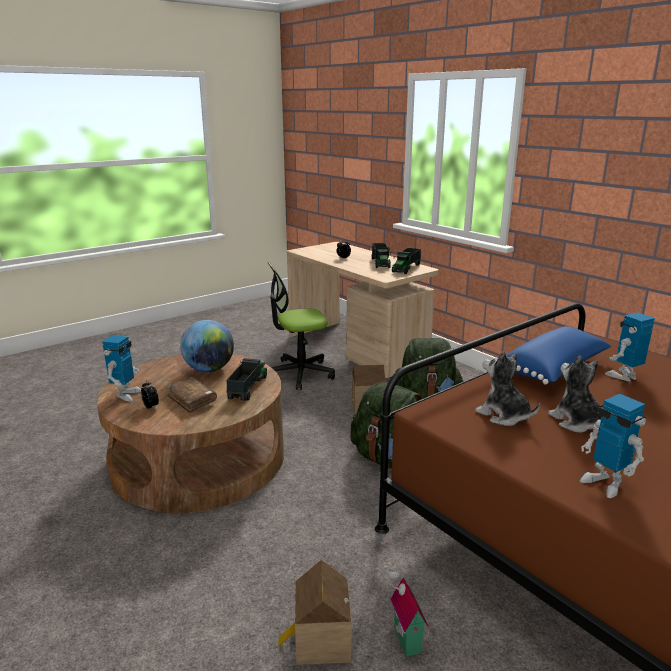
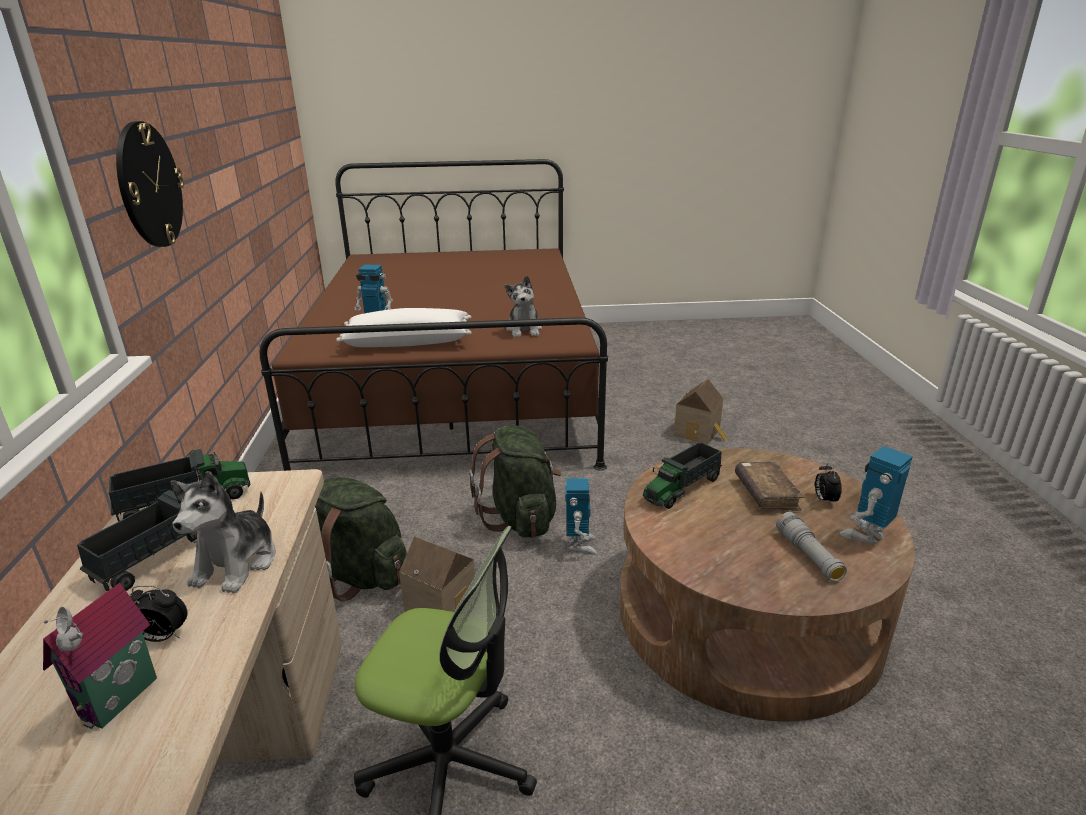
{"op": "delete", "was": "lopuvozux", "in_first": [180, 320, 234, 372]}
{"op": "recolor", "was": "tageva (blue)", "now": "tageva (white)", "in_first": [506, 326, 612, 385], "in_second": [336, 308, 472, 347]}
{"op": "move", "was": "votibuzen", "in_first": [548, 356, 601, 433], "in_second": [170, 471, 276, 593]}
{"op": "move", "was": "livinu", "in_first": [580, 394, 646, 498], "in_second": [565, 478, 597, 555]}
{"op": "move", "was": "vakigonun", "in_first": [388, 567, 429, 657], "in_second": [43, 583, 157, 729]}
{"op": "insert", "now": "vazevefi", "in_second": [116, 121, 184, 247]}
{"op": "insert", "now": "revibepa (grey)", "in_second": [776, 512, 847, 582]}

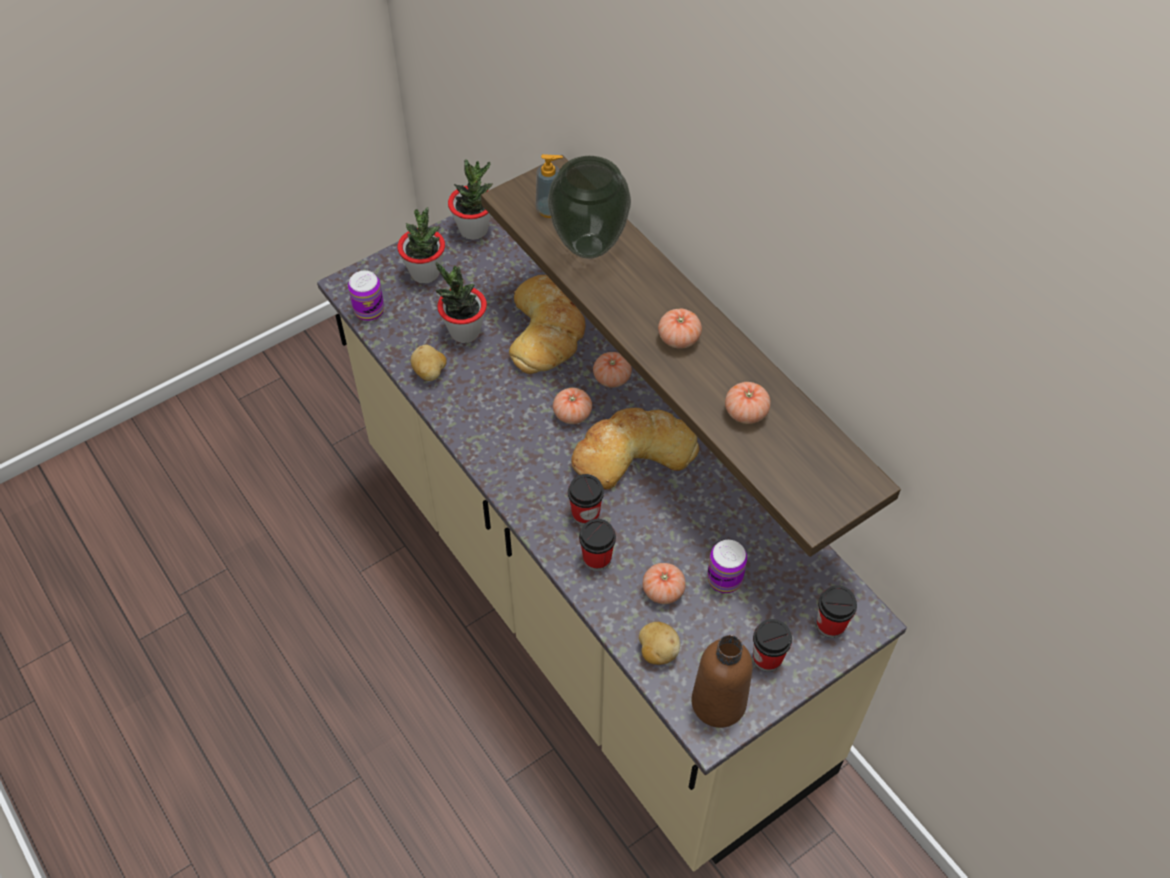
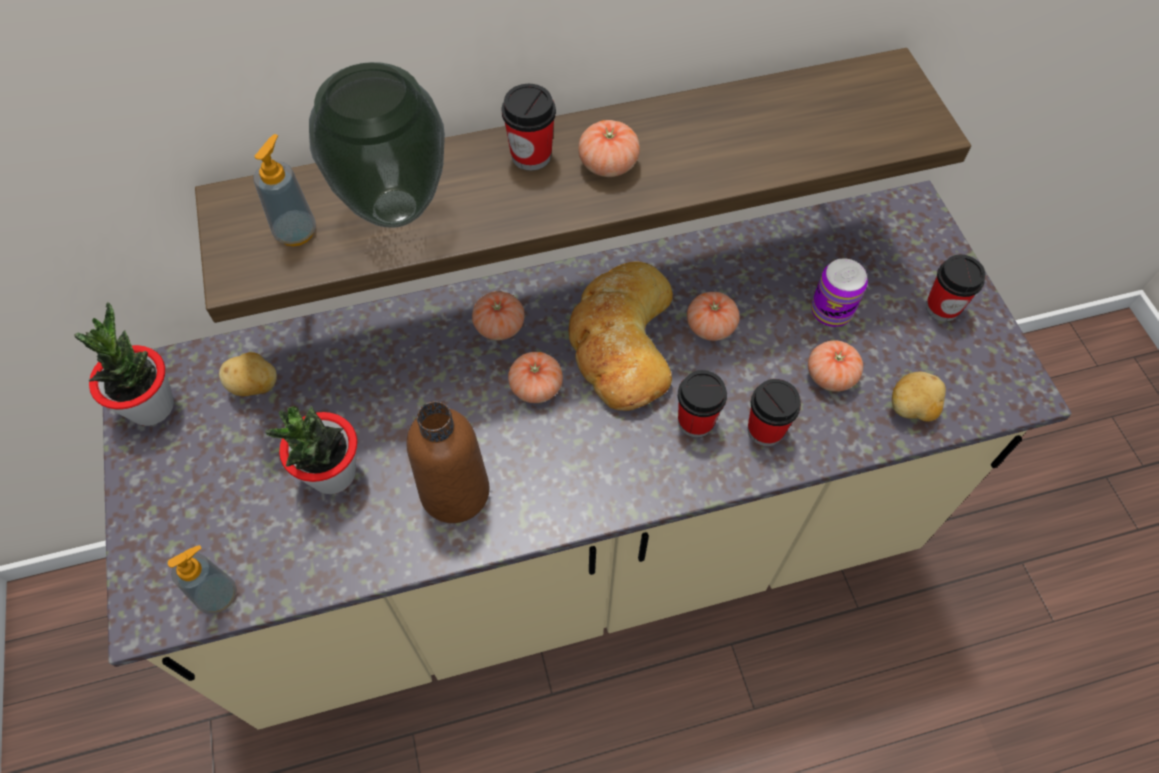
{"op": "delete", "was": "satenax", "in_first": [397, 207, 445, 284]}
{"op": "replace", "was": "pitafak", "now": "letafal", "in_first": [348, 271, 384, 321], "in_second": [168, 545, 237, 614]}
{"op": "delete", "was": "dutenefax", "in_first": [509, 275, 585, 374]}
{"op": "move", "was": "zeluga", "in_first": [411, 344, 447, 381], "in_second": [219, 352, 277, 396]}
{"op": "move", "was": "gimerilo", "in_first": [725, 382, 771, 424], "in_second": [687, 292, 740, 341]}
{"op": "move", "was": "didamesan", "in_first": [816, 585, 857, 638], "in_second": [501, 84, 556, 171]}
{"op": "move", "was": "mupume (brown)", "in_first": [692, 635, 753, 728], "in_second": [406, 401, 490, 523]}

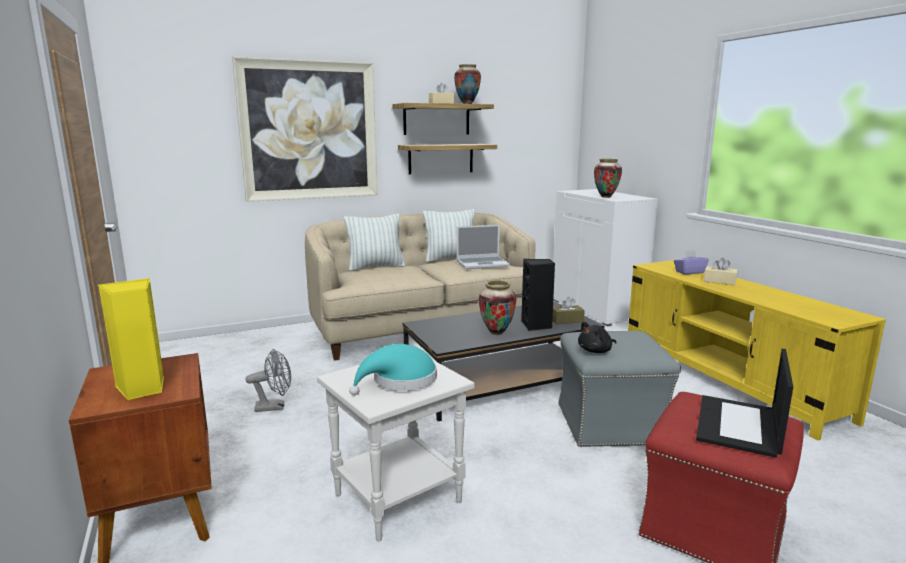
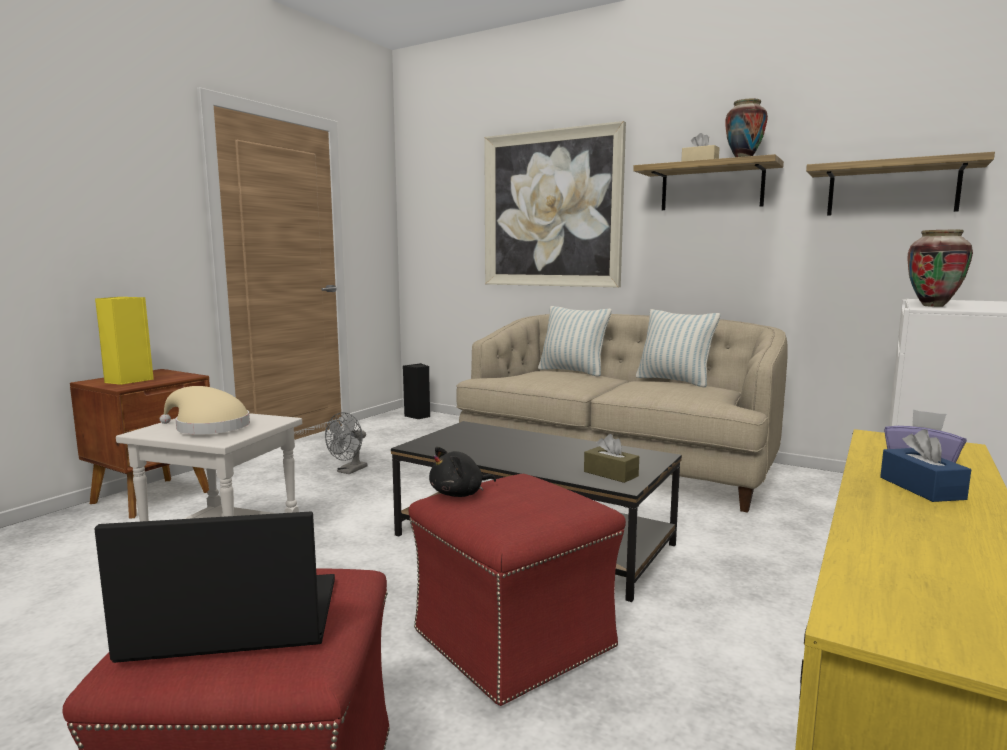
{"op": "move", "was": "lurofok", "in_first": [398, 144, 497, 174], "in_second": [806, 152, 995, 216]}
{"op": "delete", "was": "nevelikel", "in_first": [457, 225, 510, 269]}
{"op": "recolor", "was": "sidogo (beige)", "now": "sidogo (blue)", "in_first": [704, 258, 738, 285], "in_second": [880, 429, 971, 502]}
{"op": "move", "was": "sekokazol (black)", "in_first": [521, 259, 555, 331], "in_second": [403, 363, 430, 419]}
{"op": "delete", "was": "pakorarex", "in_first": [479, 280, 516, 335]}
{"op": "rotate", "was": "votibuzen (black)", "in_first": [578, 322, 616, 353], "in_second": [429, 447, 496, 497], "clockwise": -60}
{"op": "recolor", "was": "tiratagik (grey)", "now": "tiratagik (red)", "in_first": [558, 331, 681, 447], "in_second": [409, 474, 626, 706]}
{"op": "recolor", "was": "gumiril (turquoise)", "now": "gumiril (beige)", "in_first": [349, 344, 437, 395], "in_second": [160, 386, 250, 434]}
{"op": "rotate", "was": "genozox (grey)", "in_first": [245, 349, 291, 412], "in_second": [325, 412, 367, 474], "clockwise": 75}

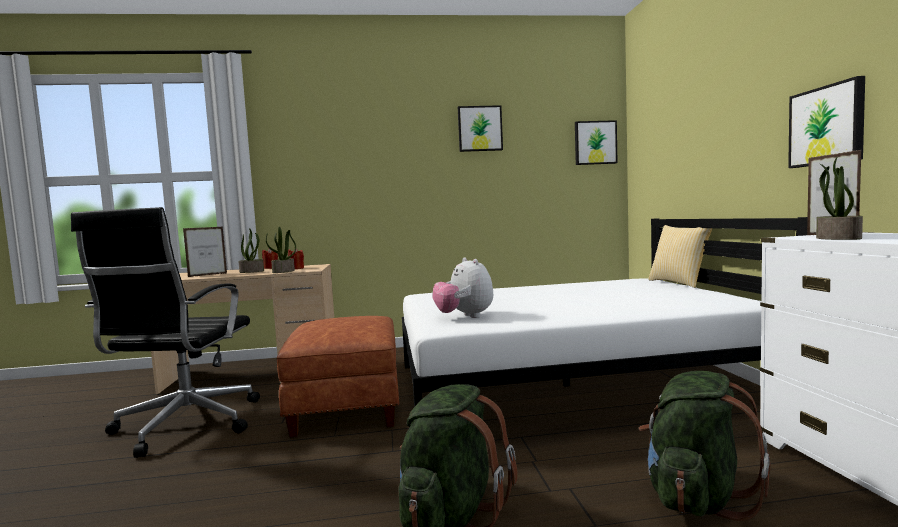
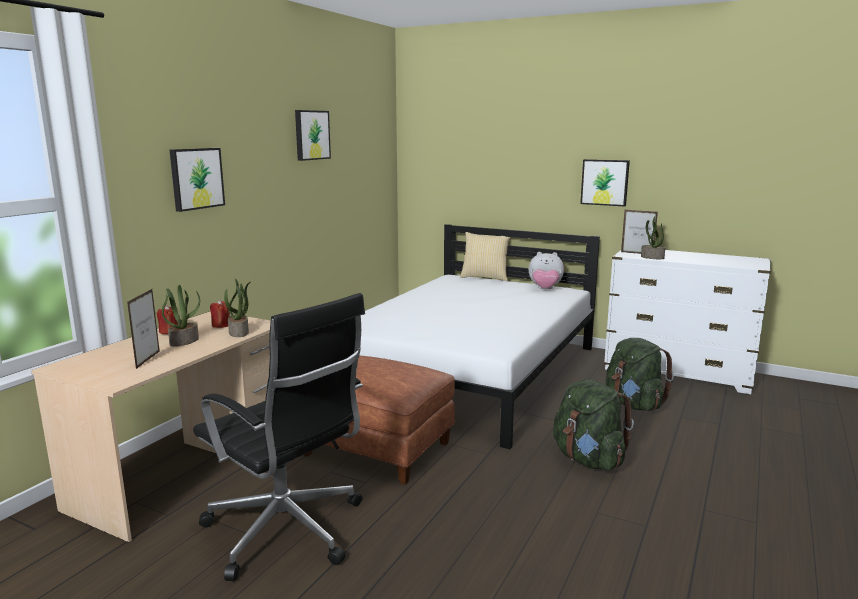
{"op": "move", "was": "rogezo", "in_first": [575, 120, 618, 165], "in_second": [170, 148, 225, 212]}
{"op": "move", "was": "votibuzen", "in_first": [433, 258, 493, 318], "in_second": [529, 252, 564, 289]}

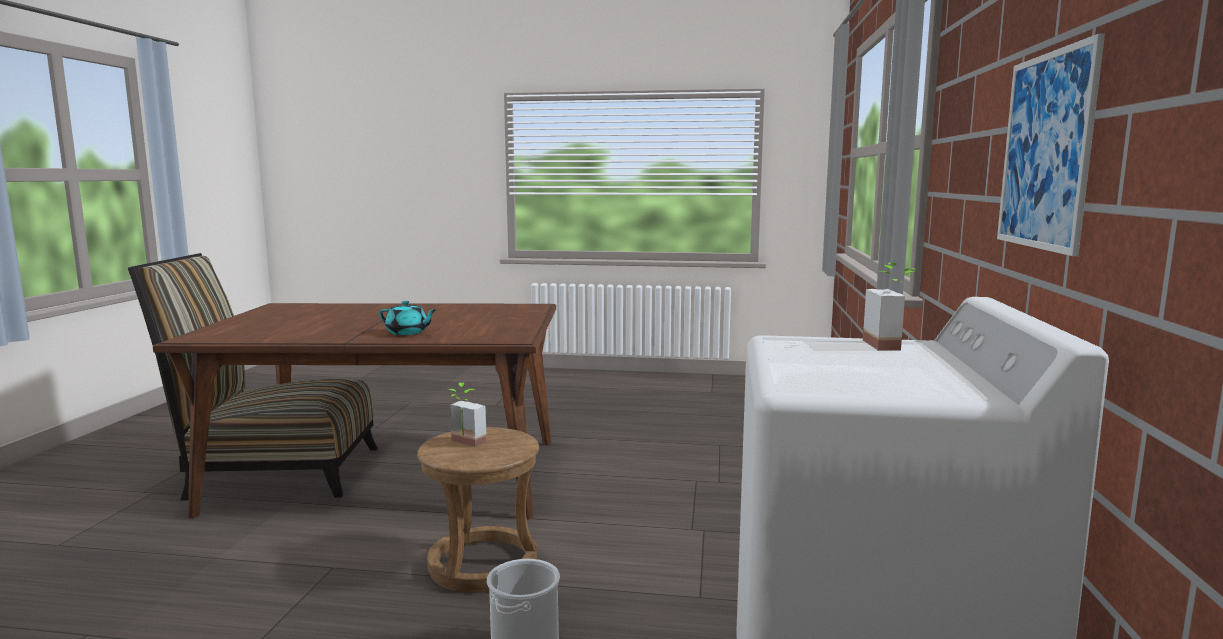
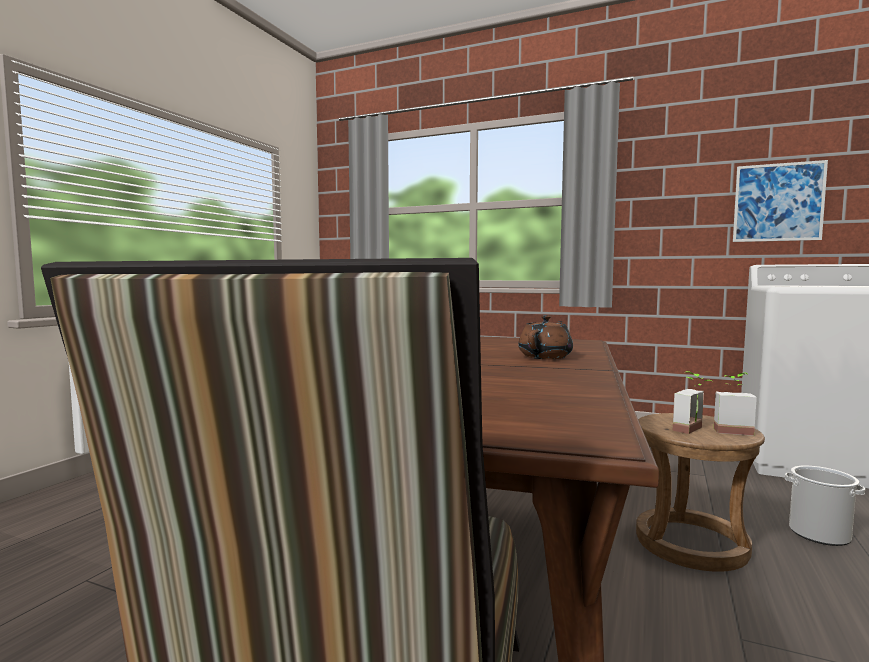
{"op": "move", "was": "satenax", "in_first": [863, 263, 915, 350], "in_second": [714, 372, 757, 436]}
{"op": "recolor", "was": "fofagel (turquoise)", "now": "fofagel (brown)", "in_first": [379, 301, 437, 335], "in_second": [518, 315, 573, 359]}

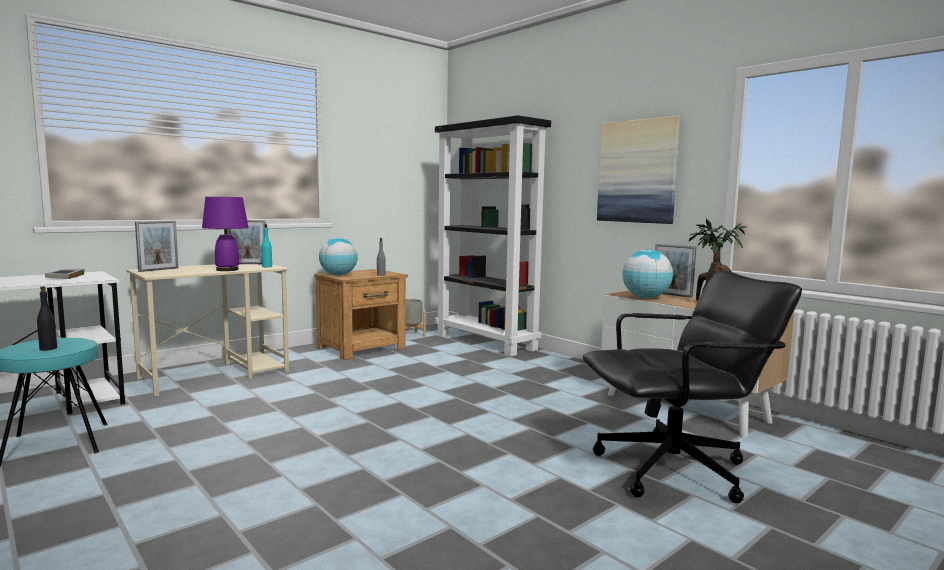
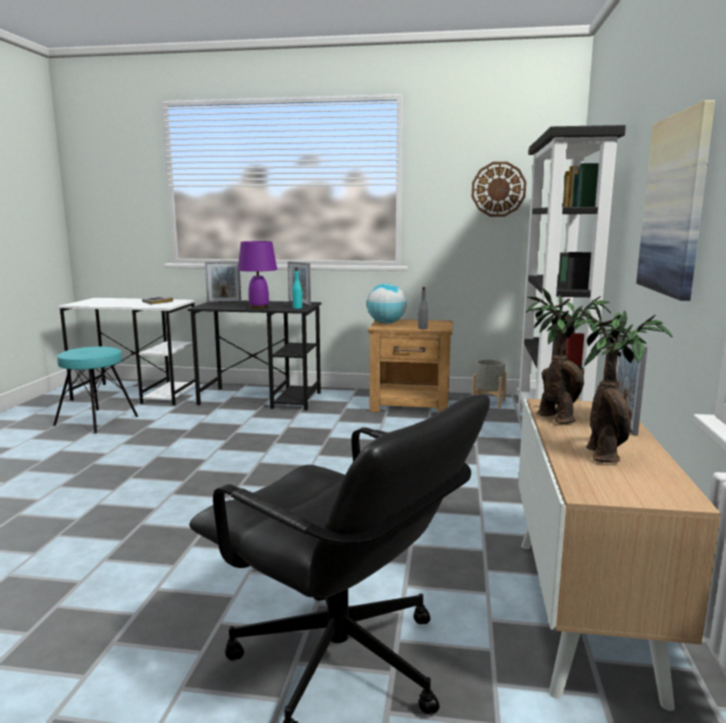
{"op": "replace", "was": "lopuvozux", "now": "satenax", "in_first": [622, 249, 673, 298], "in_second": [526, 288, 611, 424]}
{"op": "recolor", "was": "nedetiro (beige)", "now": "nedetiro (black)", "in_first": [127, 264, 289, 397], "in_second": [188, 301, 322, 410]}
{"op": "delete", "was": "mupume (black)", "in_first": [37, 286, 57, 351]}
{"op": "insert", "now": "vazevefi", "in_second": [472, 162, 526, 217]}

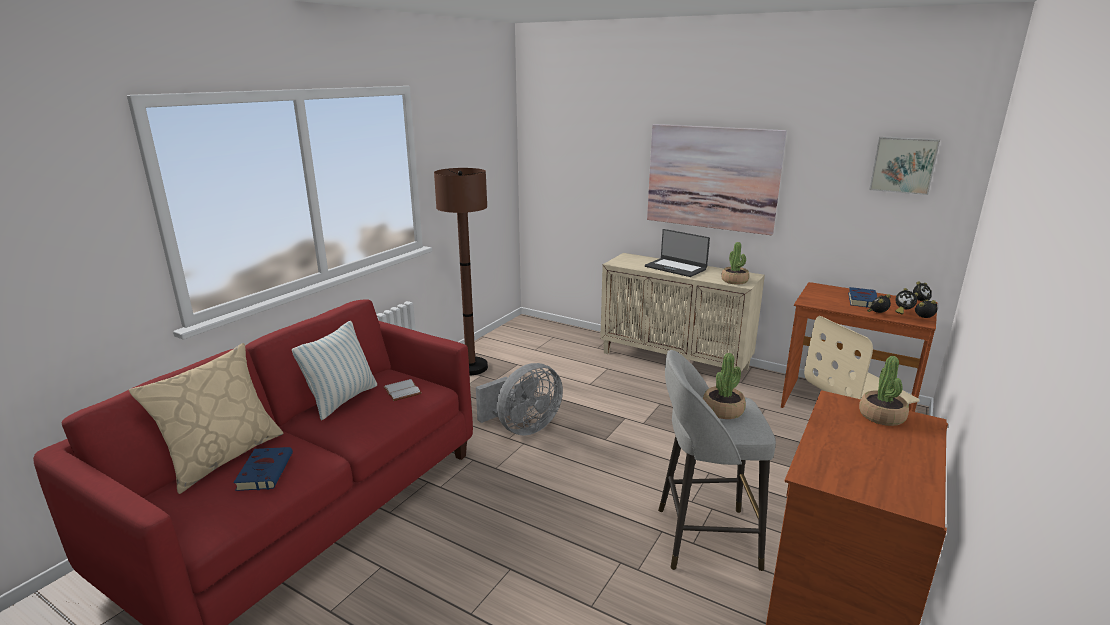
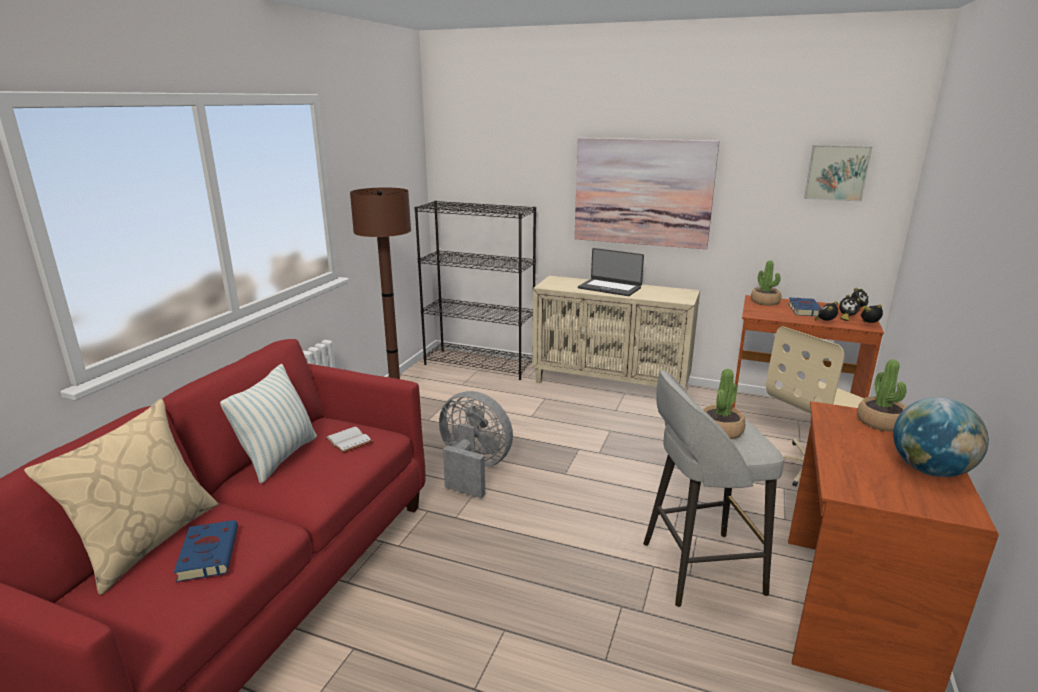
{"op": "move", "was": "satenax", "in_first": [721, 242, 749, 285], "in_second": [751, 260, 781, 306]}
{"op": "rotate", "was": "genozox (grey)", "in_first": [476, 363, 563, 436], "in_second": [439, 391, 513, 498], "clockwise": -105}
{"op": "insert", "now": "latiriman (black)", "in_second": [414, 201, 536, 380]}
{"op": "insert", "now": "lopuvozux", "in_second": [893, 397, 989, 477]}

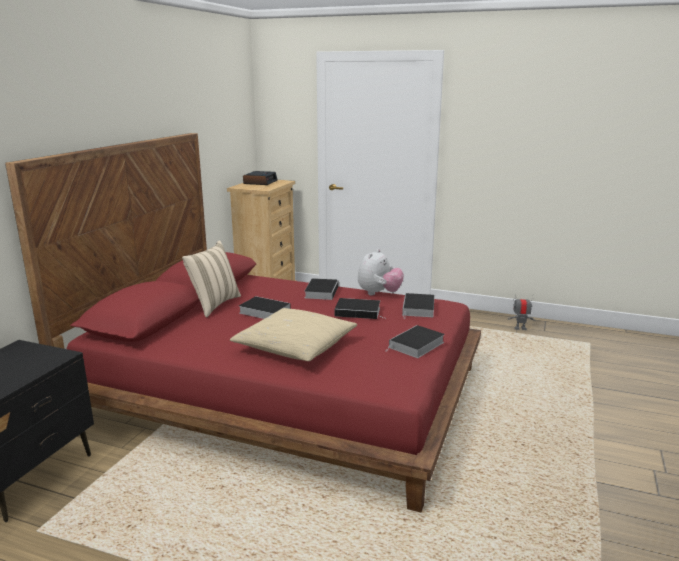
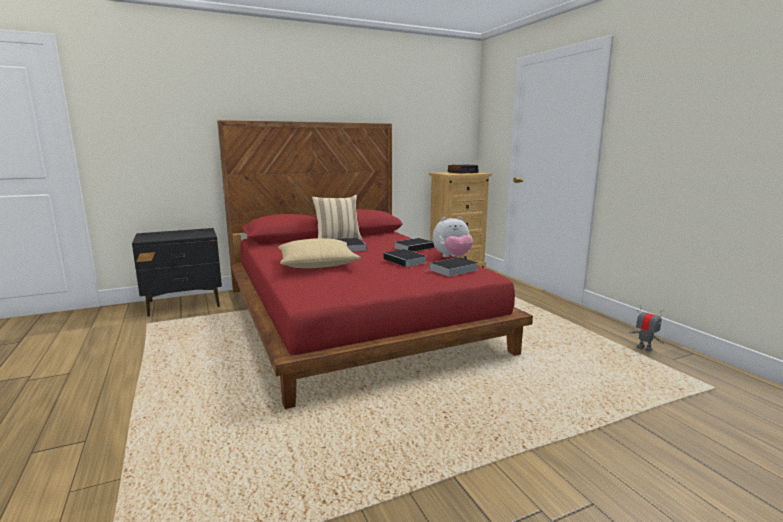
{"op": "delete", "was": "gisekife", "in_first": [386, 325, 445, 358]}

